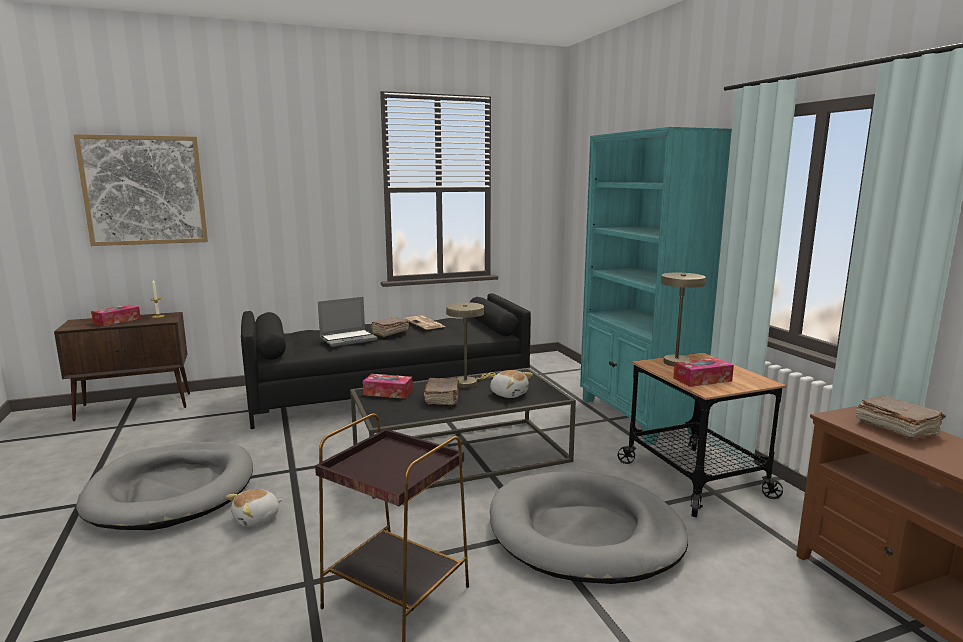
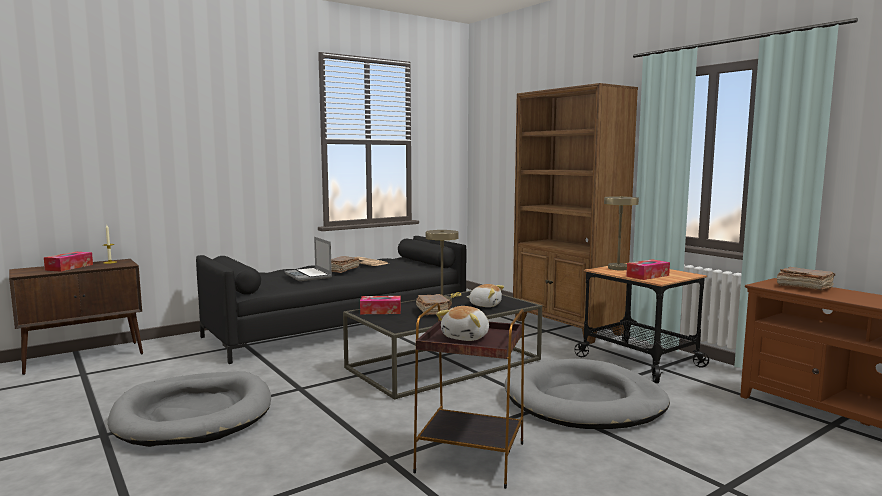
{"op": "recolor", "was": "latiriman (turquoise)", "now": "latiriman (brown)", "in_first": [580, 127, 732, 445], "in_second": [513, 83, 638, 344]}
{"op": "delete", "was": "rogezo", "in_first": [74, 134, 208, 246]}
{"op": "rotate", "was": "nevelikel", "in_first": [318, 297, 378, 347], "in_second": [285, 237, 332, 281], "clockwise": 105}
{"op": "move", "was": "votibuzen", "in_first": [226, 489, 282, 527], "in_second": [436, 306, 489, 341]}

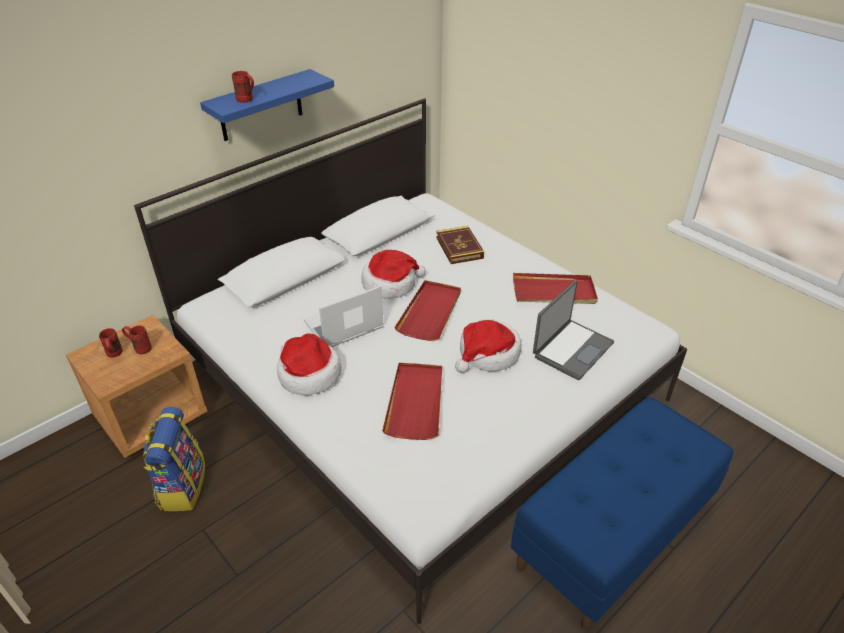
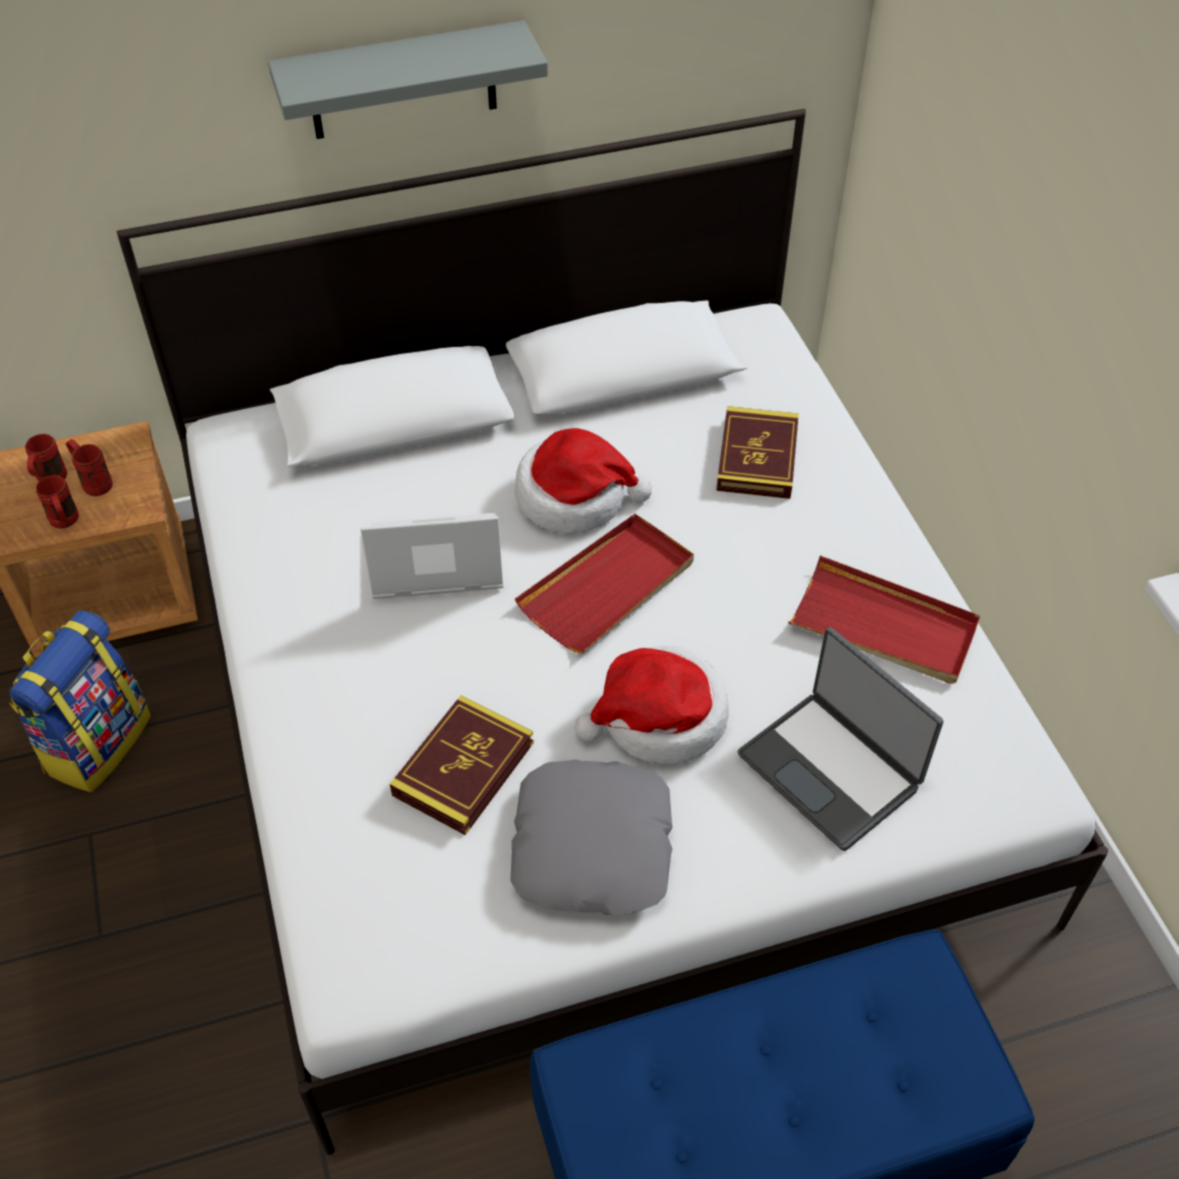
{"op": "recolor", "was": "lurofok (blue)", "now": "lurofok (grey)", "in_first": [200, 69, 334, 141], "in_second": [268, 20, 548, 139]}
{"op": "move", "was": "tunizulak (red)", "in_first": [232, 71, 254, 103], "in_second": [36, 475, 79, 529]}
{"op": "rotate", "was": "nevelikel", "in_first": [533, 280, 614, 380], "in_second": [738, 627, 943, 851], "clockwise": 75}
{"op": "delete", "was": "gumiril", "in_first": [277, 334, 341, 395]}
{"op": "replace", "was": "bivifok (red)", "now": "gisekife", "in_first": [382, 363, 442, 440], "in_second": [390, 695, 534, 835]}
{"op": "insert", "now": "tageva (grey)", "in_second": [510, 759, 673, 915]}

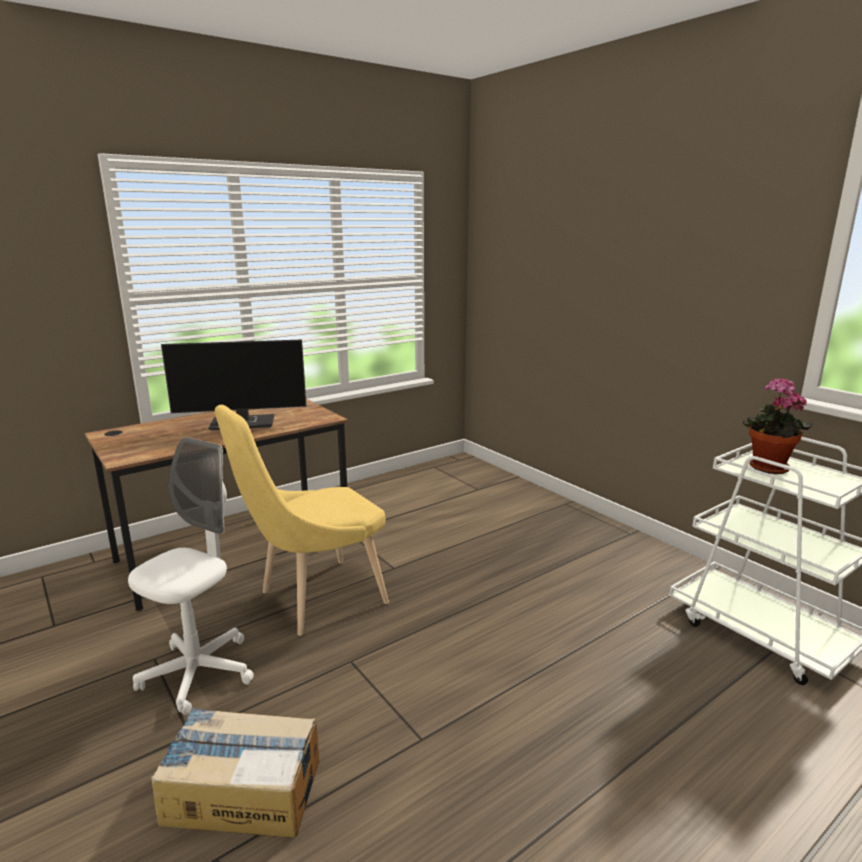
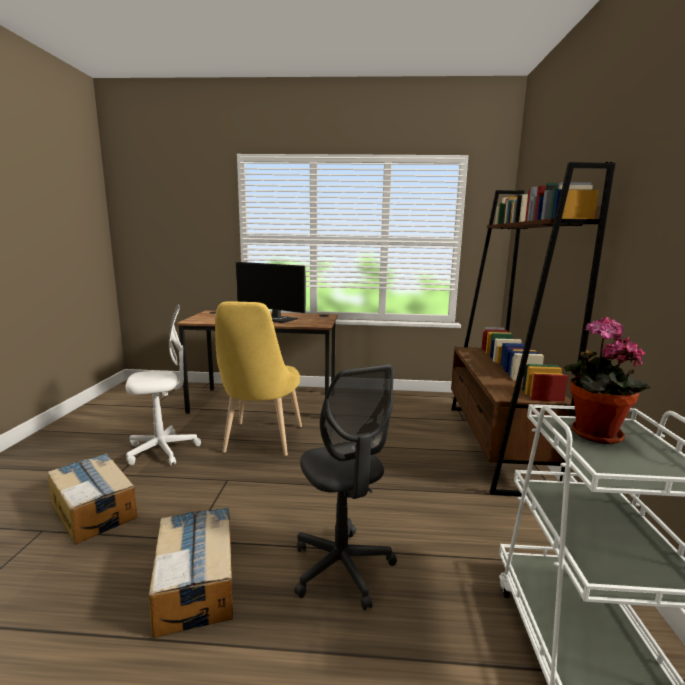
{"op": "rotate", "was": "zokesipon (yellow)", "in_first": [215, 405, 389, 636], "in_second": [215, 301, 302, 456], "clockwise": -90}
{"op": "insert", "now": "latiriman (brown)", "in_second": [451, 162, 615, 496]}
{"op": "insert", "now": "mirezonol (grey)", "in_second": [294, 364, 397, 611]}
{"op": "insert", "now": "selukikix", "in_second": [149, 507, 233, 638]}

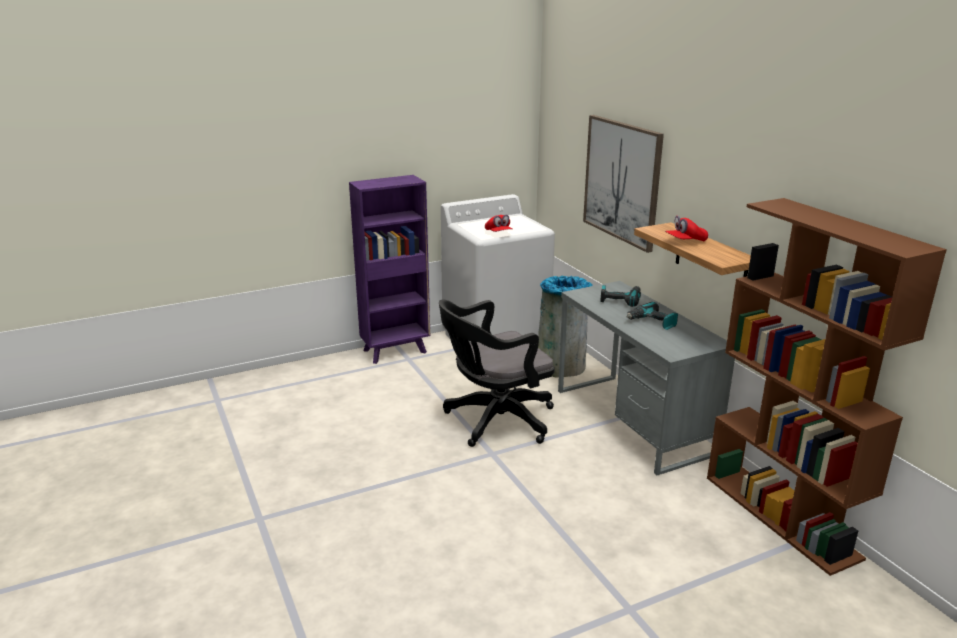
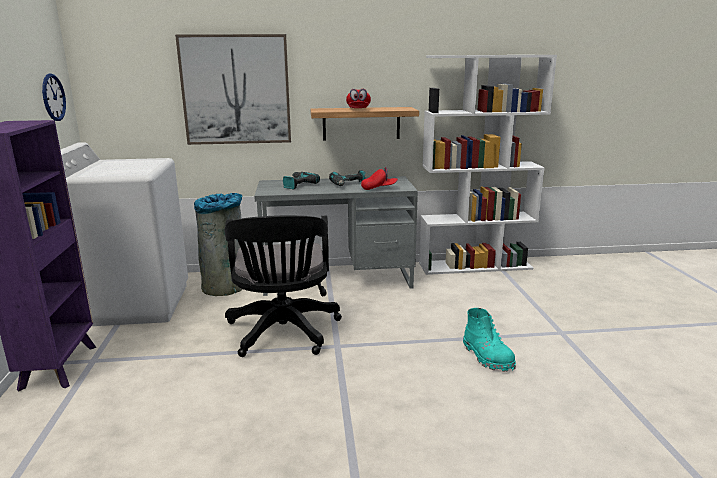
{"op": "recolor", "was": "latiriman (brown)", "now": "latiriman (white)", "in_first": [707, 198, 947, 576], "in_second": [419, 55, 557, 275]}
{"op": "move", "was": "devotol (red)", "in_first": [485, 215, 513, 232], "in_second": [361, 167, 398, 190]}
{"op": "insert", "now": "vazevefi", "in_second": [42, 74, 66, 121]}
{"op": "insert", "now": "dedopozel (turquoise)", "in_second": [463, 308, 516, 372]}

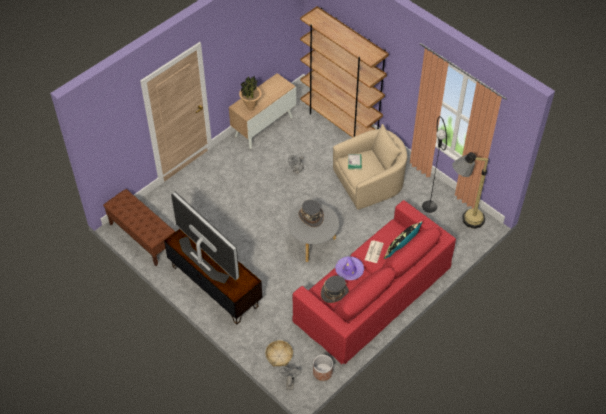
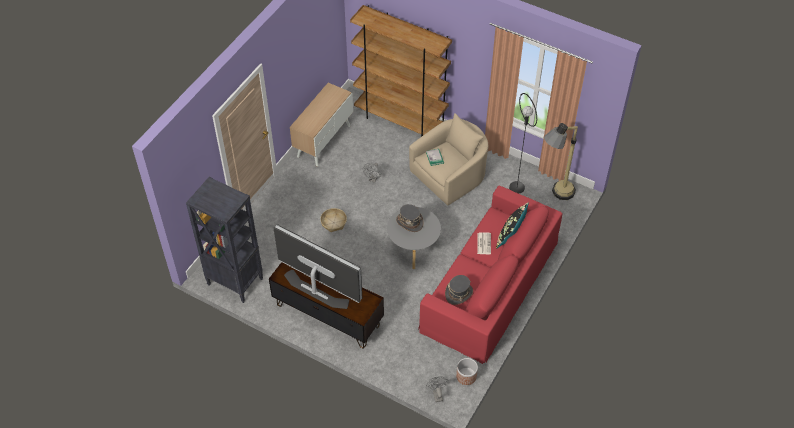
{"op": "delete", "was": "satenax", "in_first": [239, 76, 261, 111]}
{"op": "replace", "was": "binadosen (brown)", "now": "latiriman (black)", "in_first": [103, 189, 175, 266], "in_second": [186, 177, 263, 303]}
{"op": "delete", "was": "gumiril (purple)", "in_first": [335, 256, 364, 280]}
{"op": "move", "was": "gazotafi", "in_first": [265, 340, 293, 366], "in_second": [320, 208, 347, 232]}

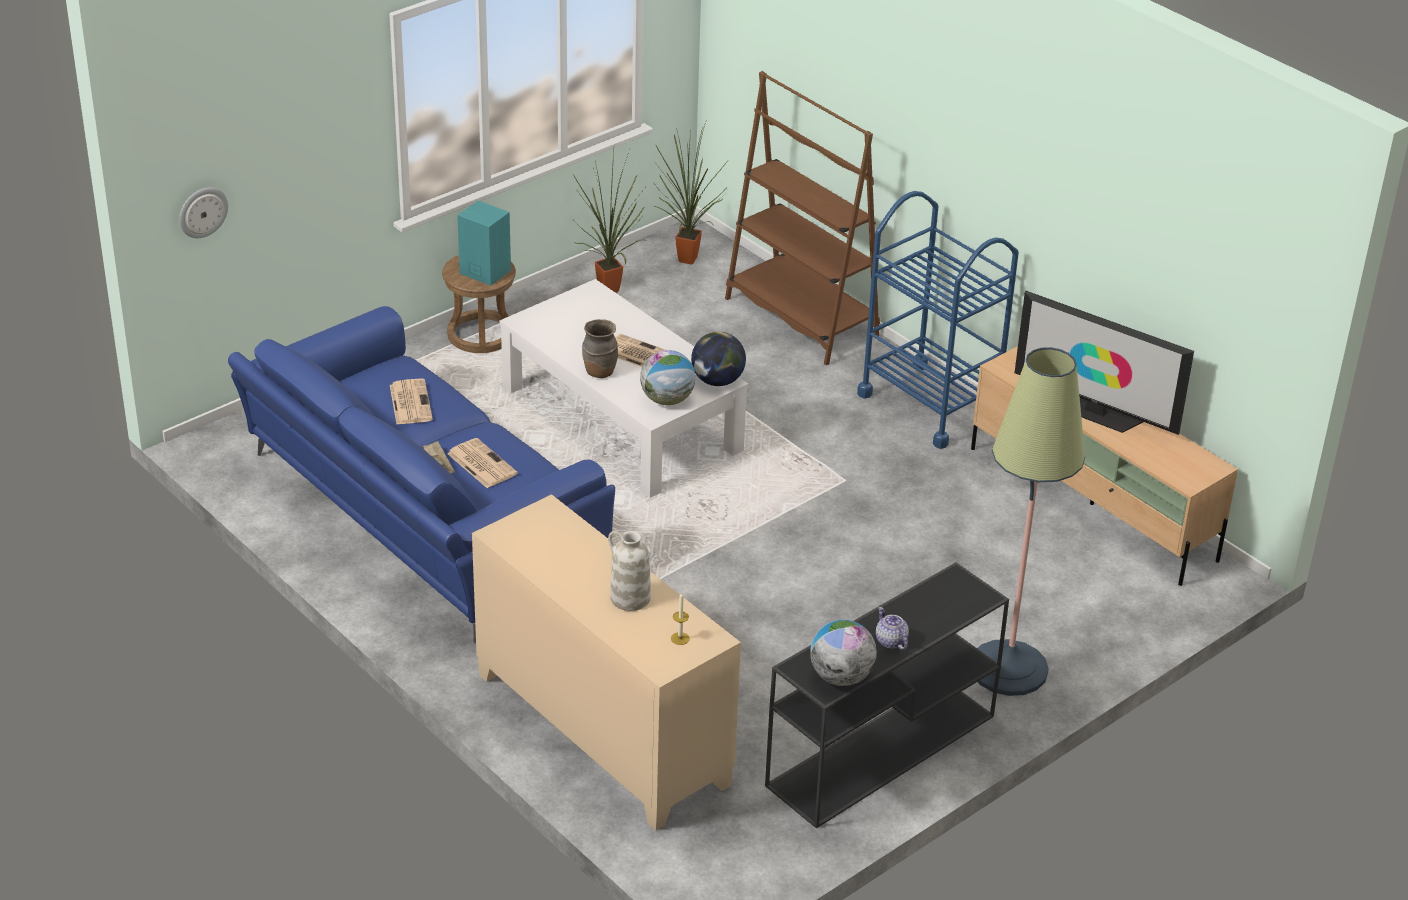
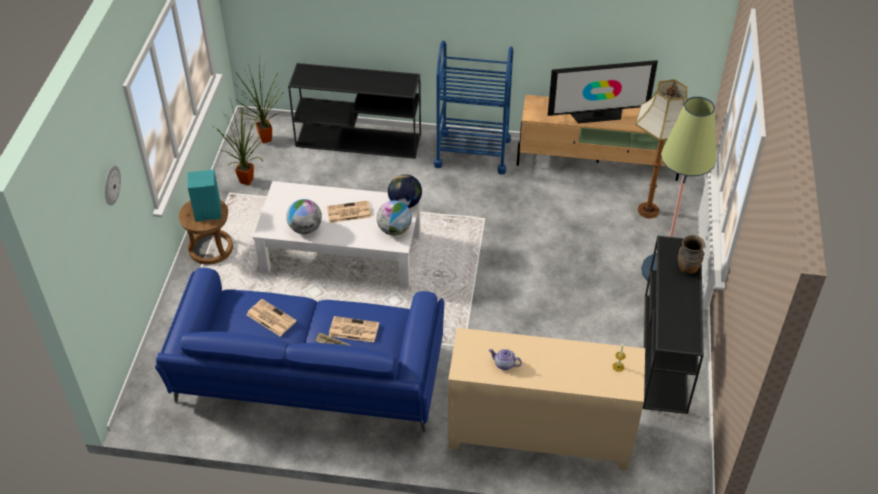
{"op": "replace", "was": "latiriman (brown)", "now": "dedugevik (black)", "in_first": [725, 71, 880, 365], "in_second": [288, 63, 421, 159]}
{"op": "move", "was": "vazevefi", "in_first": [179, 187, 228, 238], "in_second": [105, 165, 121, 205]}
{"op": "move", "was": "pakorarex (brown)", "in_first": [582, 319, 618, 378], "in_second": [678, 235, 705, 274]}
{"op": "delete", "was": "pakorarex (white)", "in_first": [608, 531, 651, 611]}
{"op": "move", "was": "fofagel", "in_first": [876, 607, 909, 650], "in_second": [489, 349, 522, 370]}
{"op": "move", "was": "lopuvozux", "in_first": [810, 620, 877, 686], "in_second": [286, 199, 322, 234]}
{"op": "insert", "now": "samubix", "in_second": [635, 79, 688, 218]}

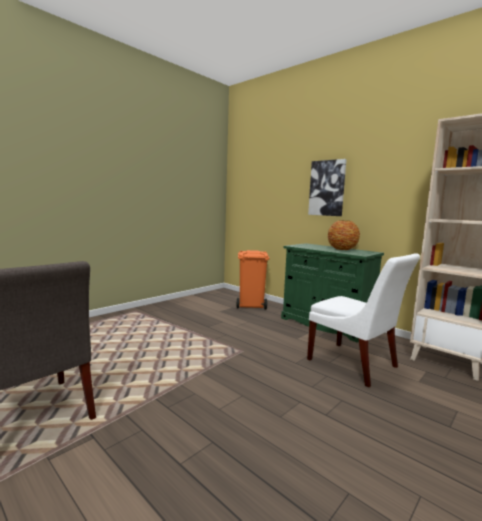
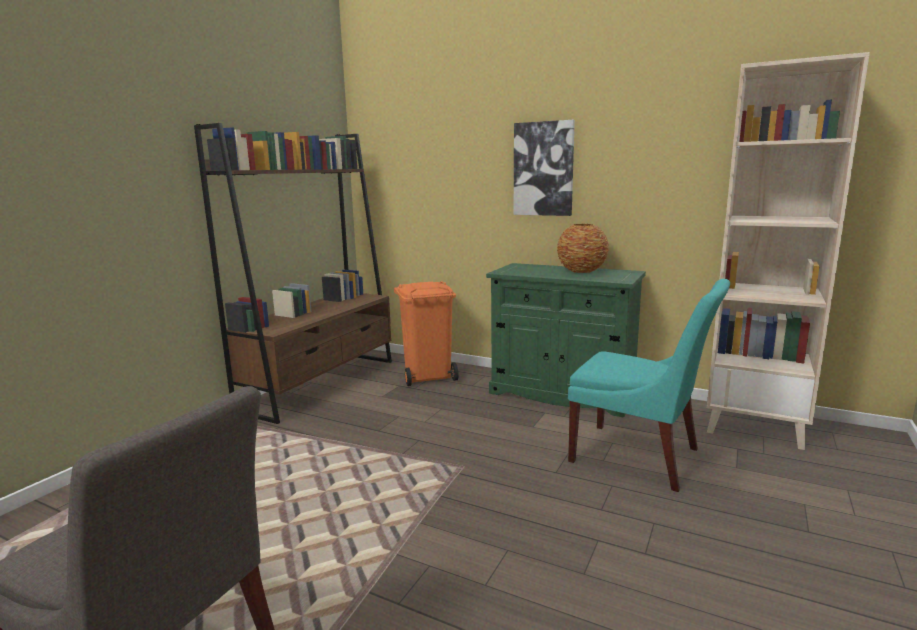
{"op": "recolor", "was": "zokesipon (white)", "now": "zokesipon (turquoise)", "in_first": [307, 253, 420, 387], "in_second": [568, 279, 730, 492]}
{"op": "insert", "now": "latiriman (brown)", "in_second": [194, 123, 392, 424]}

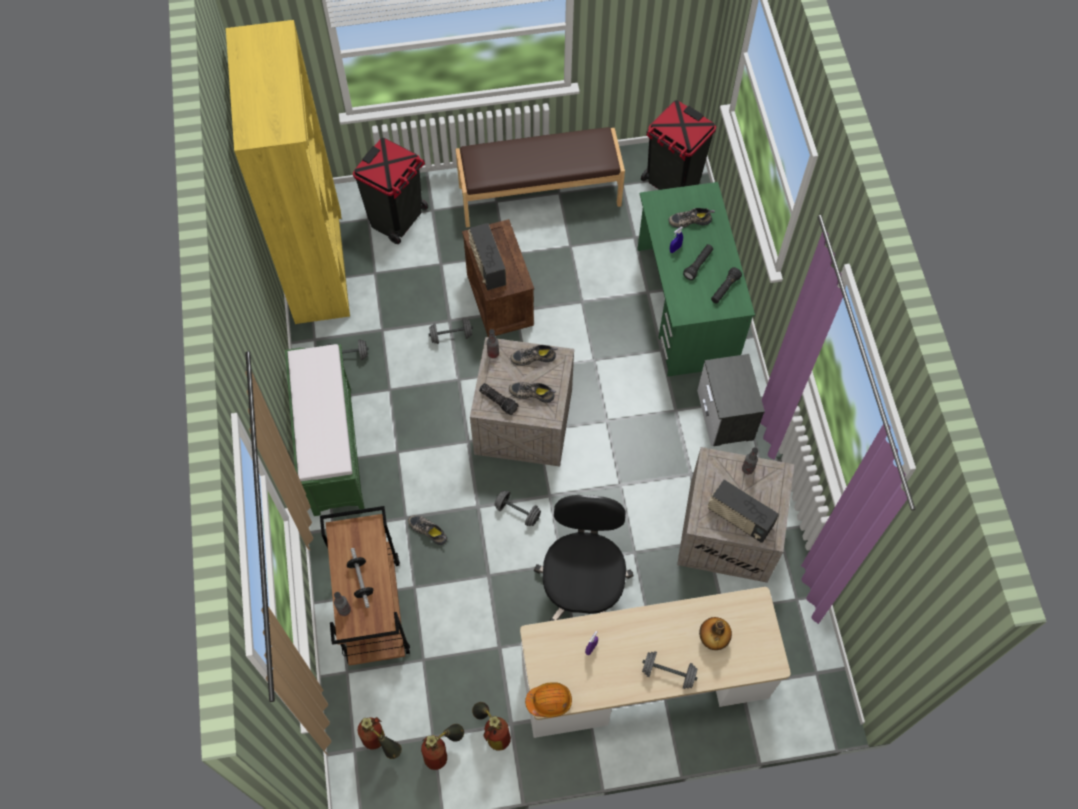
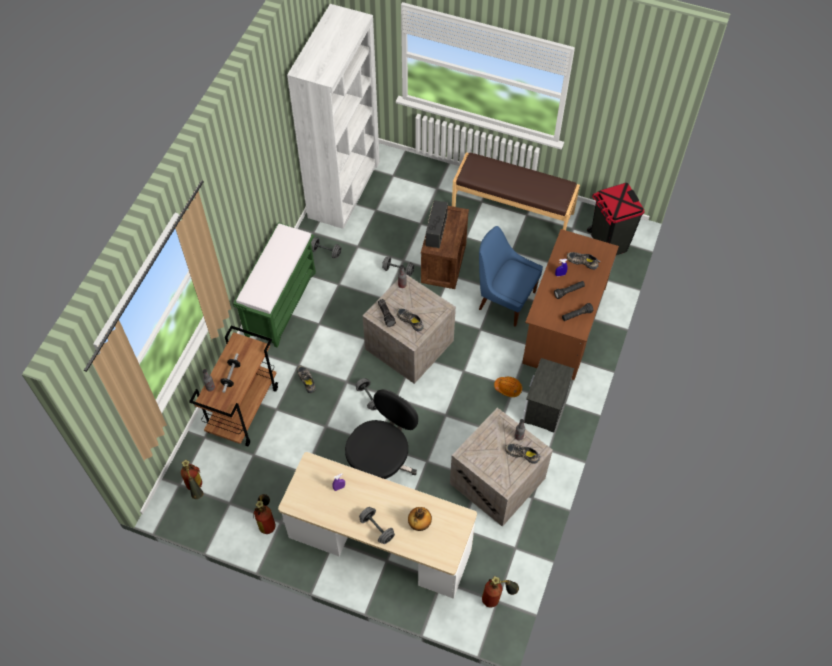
{"op": "recolor", "was": "latiriman (yellow)", "now": "latiriman (white)", "in_first": [226, 20, 350, 324], "in_second": [287, 4, 380, 229]}
{"op": "delete", "was": "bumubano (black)", "in_first": [353, 138, 428, 244]}
{"op": "recolor", "was": "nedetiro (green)", "now": "nedetiro (brown)", "in_first": [637, 182, 755, 377], "in_second": [522, 229, 619, 380]}
{"op": "move", "was": "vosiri", "in_first": [510, 345, 557, 366], "in_second": [505, 444, 541, 464]}
{"op": "delete", "was": "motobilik", "in_first": [708, 479, 779, 543]}
{"op": "move", "was": "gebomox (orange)", "in_first": [525, 682, 572, 718], "in_second": [494, 377, 522, 397]}
{"op": "move", "was": "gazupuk", "in_first": [421, 724, 464, 770], "in_second": [482, 576, 519, 608]}
{"op": "insert", "now": "zokesipon (blue)", "in_second": [479, 226, 543, 327]}

